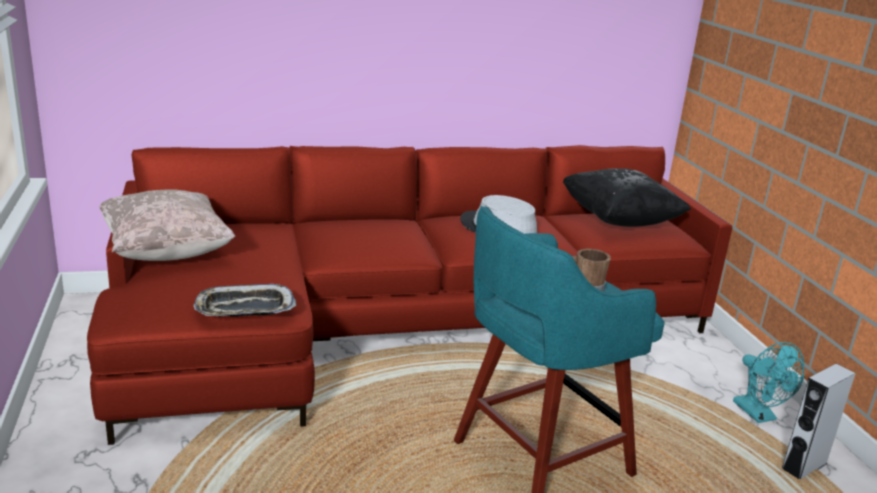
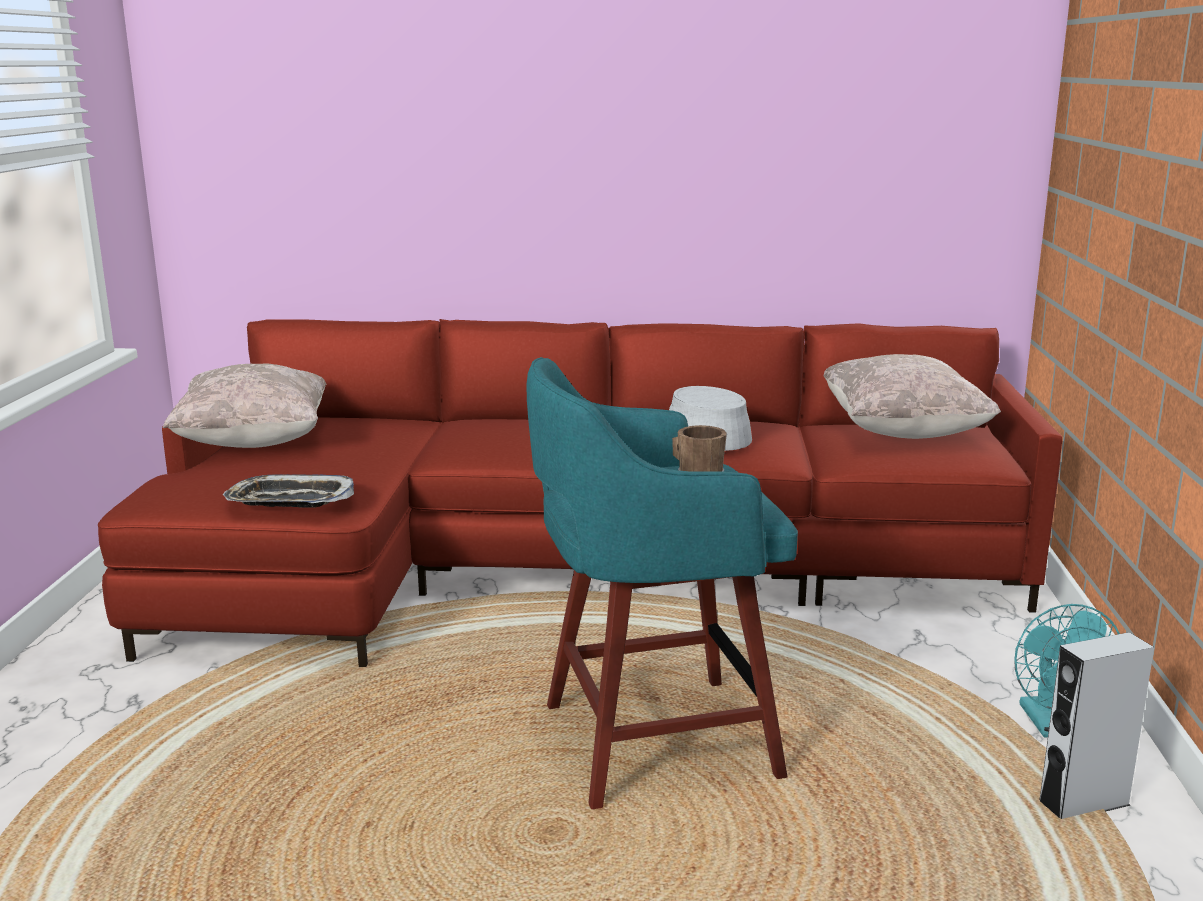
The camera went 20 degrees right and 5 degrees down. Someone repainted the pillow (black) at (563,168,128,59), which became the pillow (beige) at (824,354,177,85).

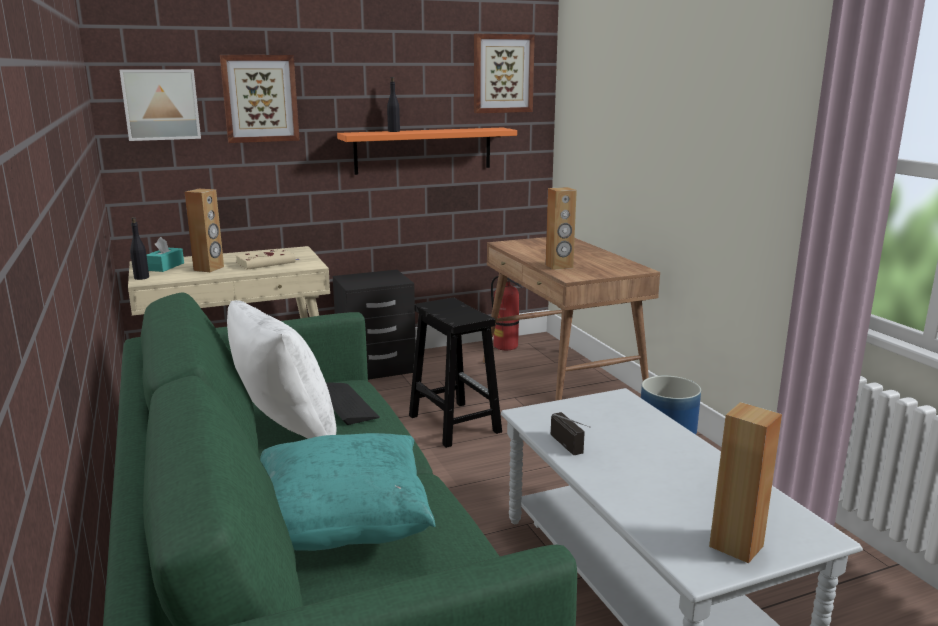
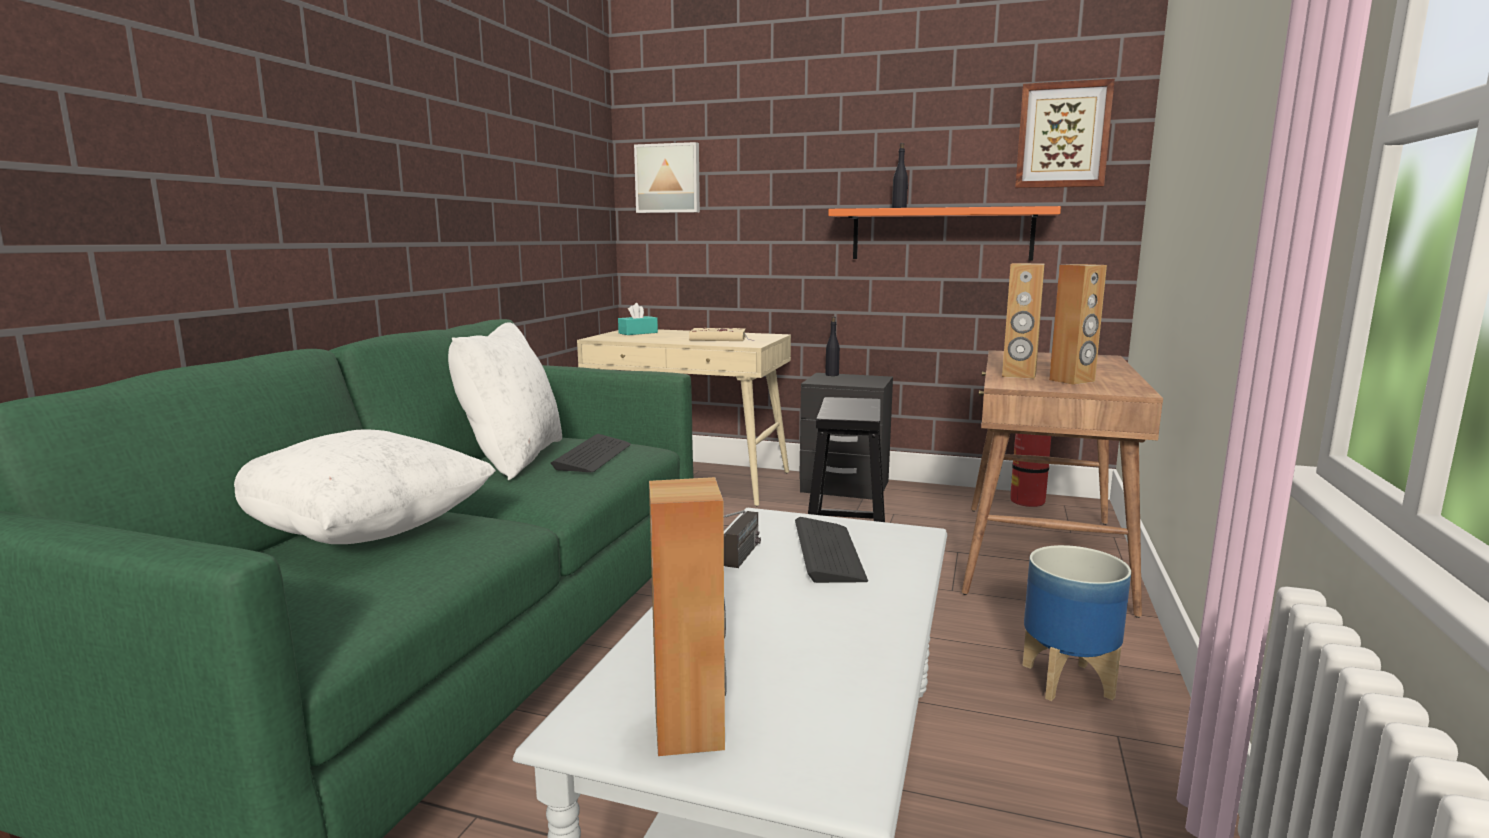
The camera went 40 degrees right and 5 degrees down. Someone repainted the pillow (turquoise) at (260,433,176,118), which became the pillow (white) at (234,429,262,115). Someone put down the keyboard at (795,517,73,66). Someone carried the bottle (black) from (130,217,19,63) to (825,316,15,60). Someone carried the speaker (brown) from (185,189,39,83) to (1049,264,58,121). Someone took away the picture at (220,55,80,88).

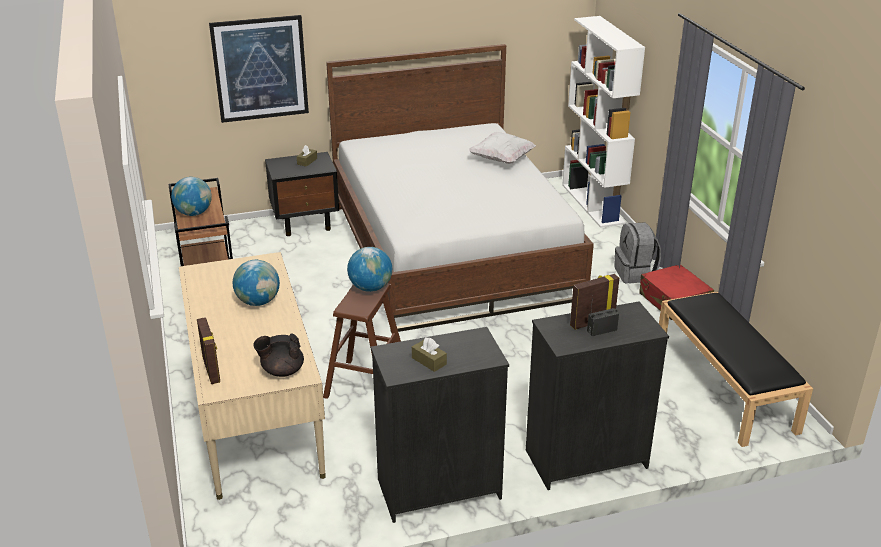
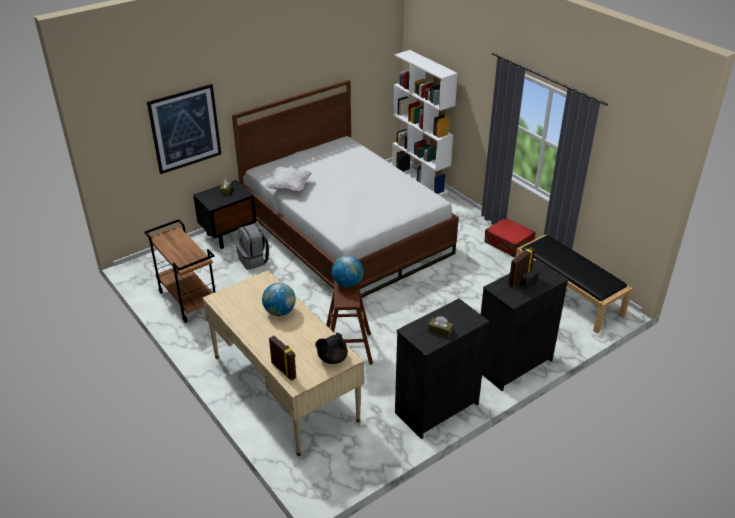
The camera went 20 degrees left and 5 degrees up. Someone carried the backpack (grey) from (614,222,47,62) to (236,224,33,46). Someone carried the pillow (white) from (469,132,67,32) to (265,167,47,25). Someone took away the globe at (171,177,41,39).

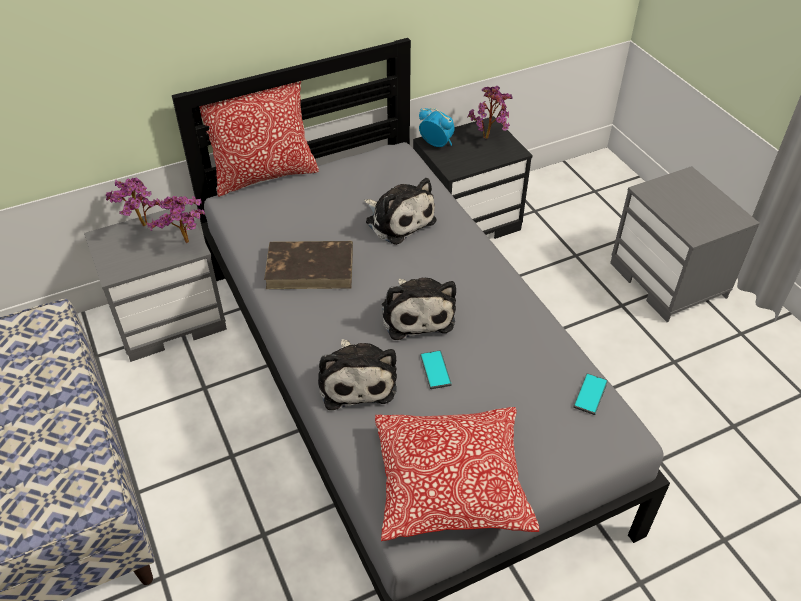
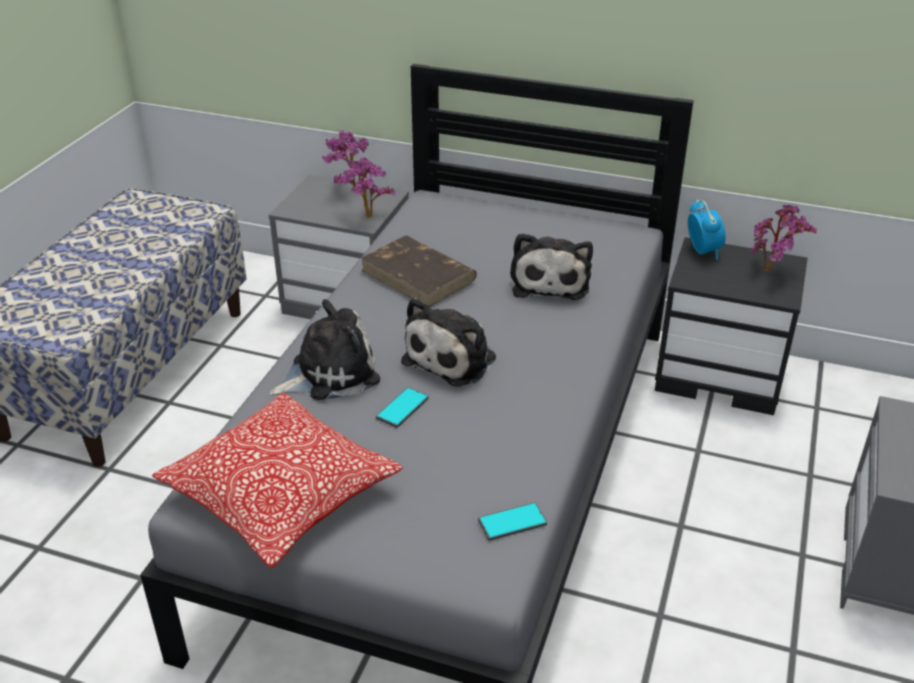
The camera went 45 degrees right and 10 degrees down. Someone rotated the plush toy at (318,339,79,71) by 150 degrees counterclockwise. Someone took away the pillow at (199,81,120,116).

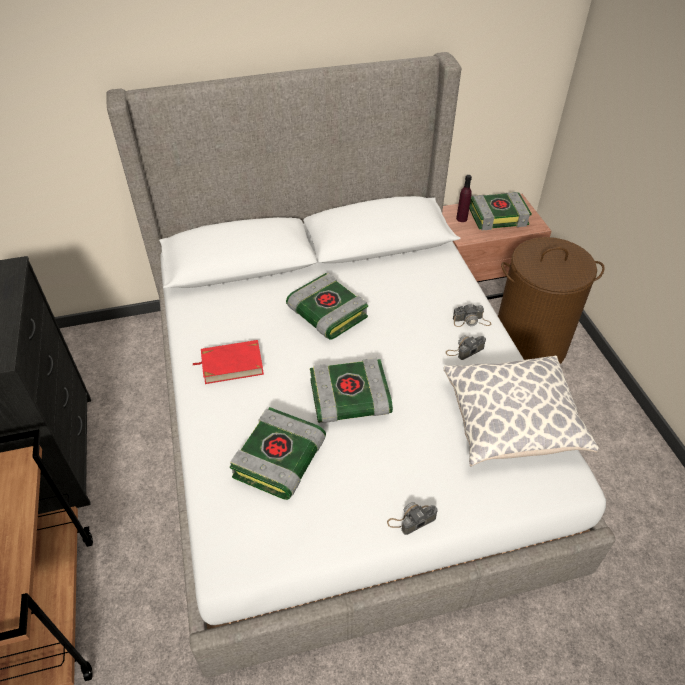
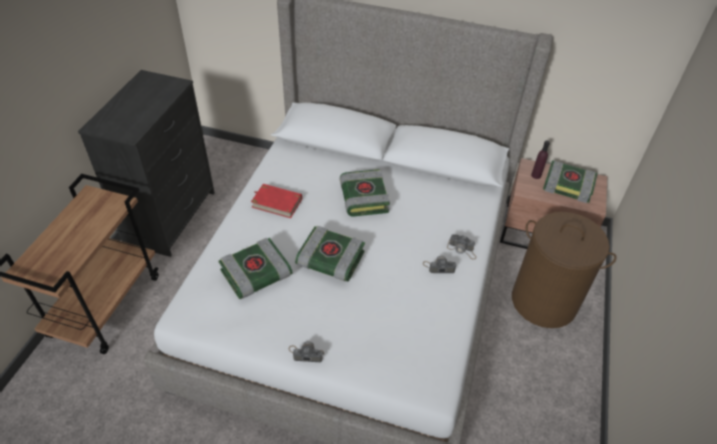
The camera went 30 degrees right and 0 degrees up. Someone took away the pillow at (444,355,155,112).

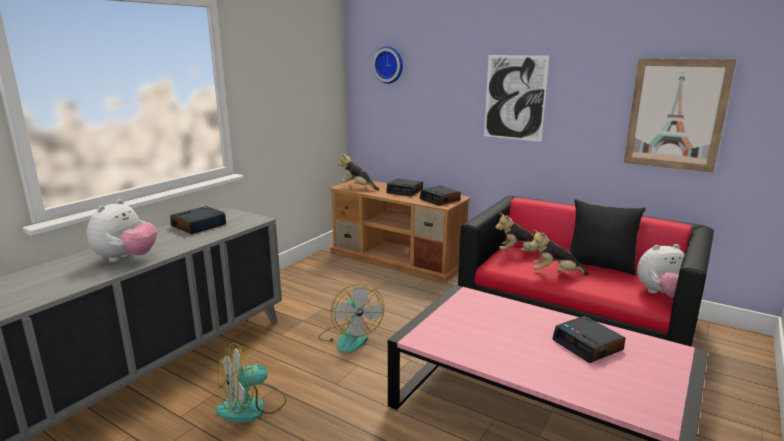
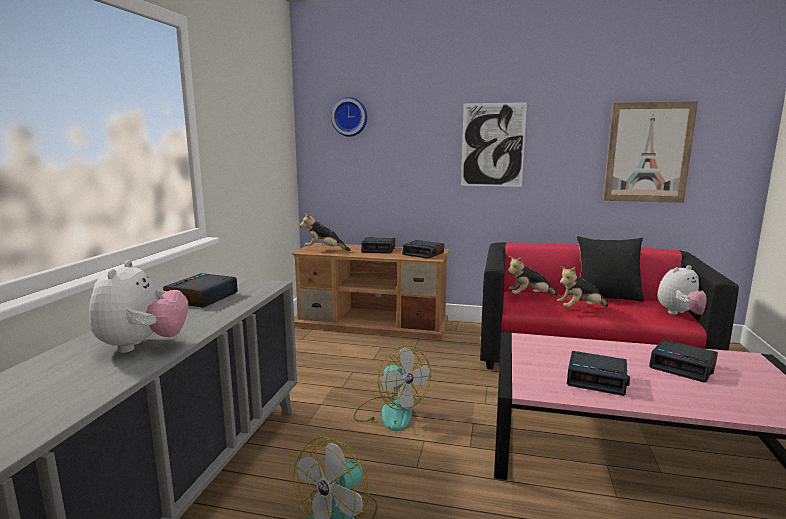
The camera went 20 degrees left and 5 degrees down. Someone put down the alarm clock at (567,351,63,45).

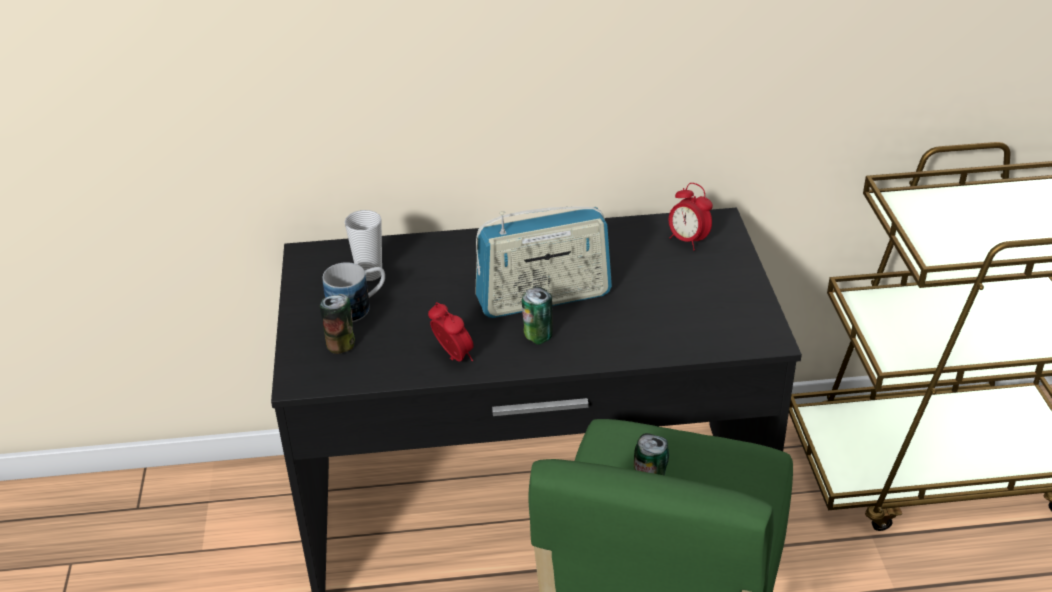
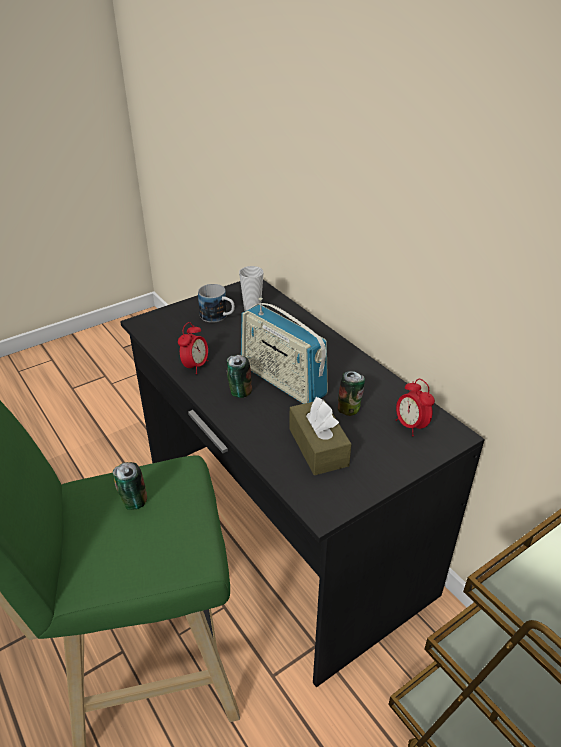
The camera went 60 degrees right and 0 degrees up. Someone put down the tissue box (brown) at (289,397,62,78). Someone carried the can from (320,294,35,60) to (338,371,27,45). Someone rotated the alarm clock at (669,183,44,67) by 45 degrees counterclockwise.

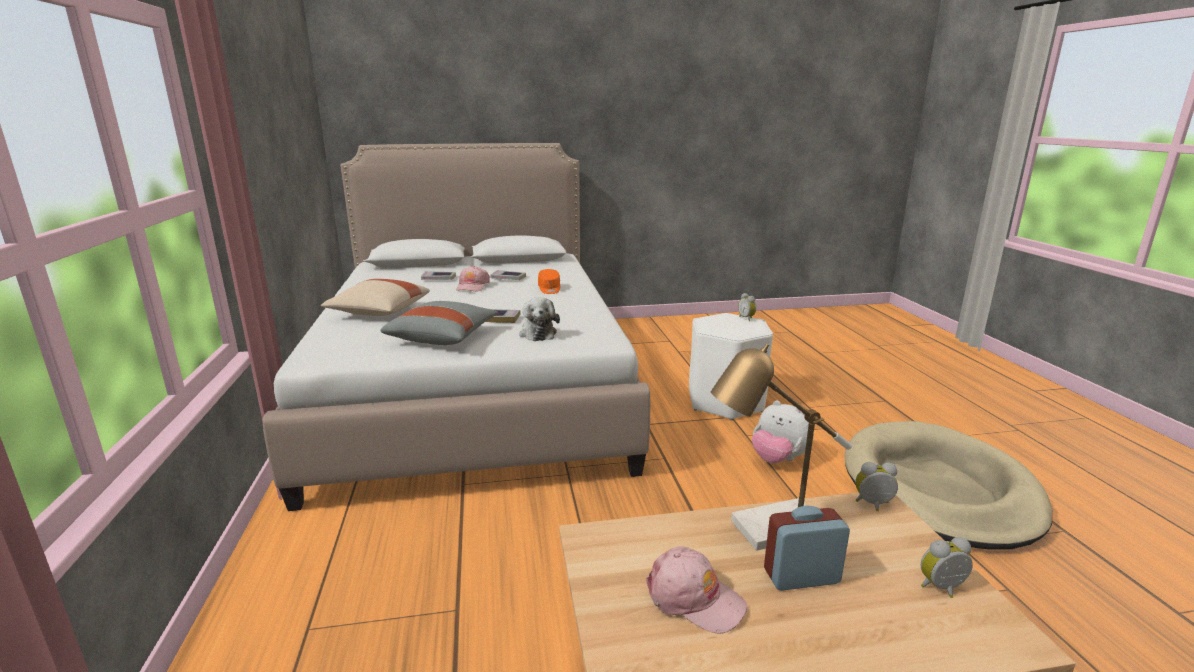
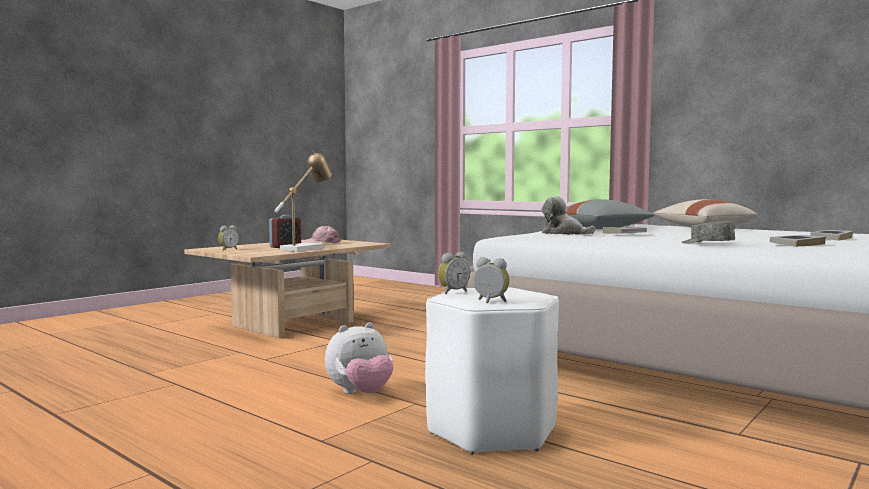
The camera went 140 degrees right and 15 degrees down. Someone rotated the plush toy at (752,400,62,63) by 150 degrees clockwise. Someone carried the alarm clock from (855,462,43,49) to (438,252,32,42). Someone repainted the cap (orange) at (538,269,22,25), which became the cap (grey) at (682,221,53,22). Someone took away the cap (pink) at (456,266,34,25). Someone took away the dog bed (beige) at (845,421,207,129).

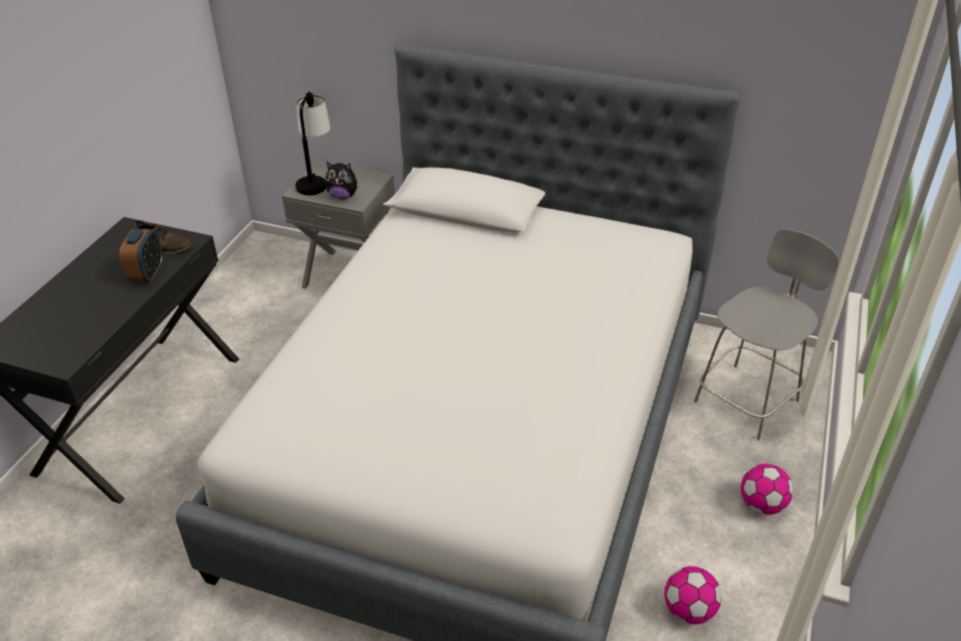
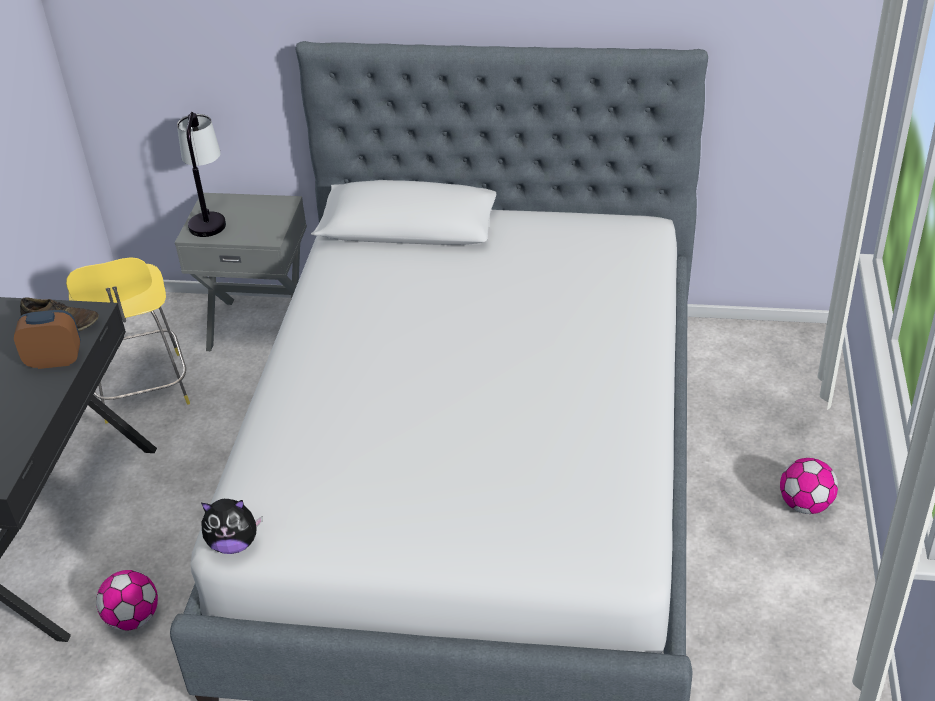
The camera went 10 degrees left and 0 degrees up. Someone rotated the alarm clock at (119,229,44,53) by 90 degrees counterclockwise. Someone put down the stool (yellow) at (66,257,124,167). Someone carried the football from (664,566,58,58) to (96,570,62,61). Someone carried the plush toy from (325,162,37,38) to (201,499,61,55). Someone took away the stool (grey) at (694,229,145,211).

